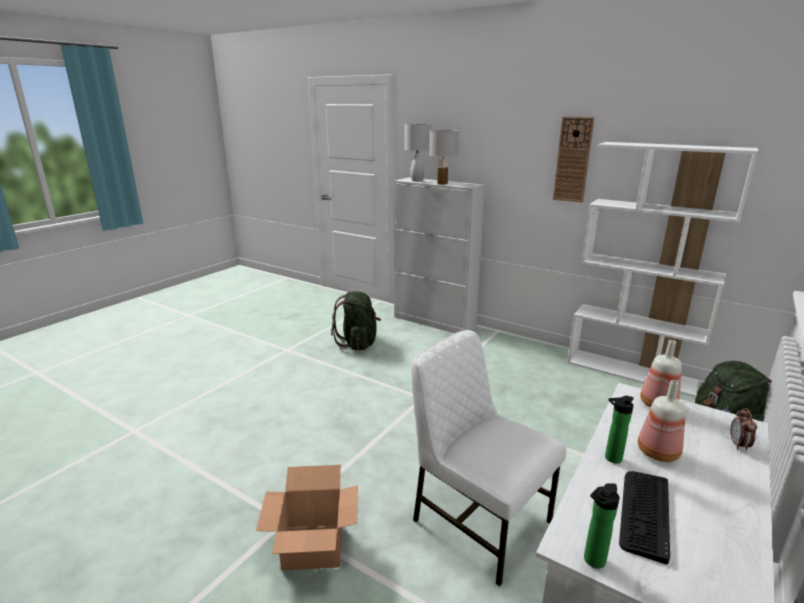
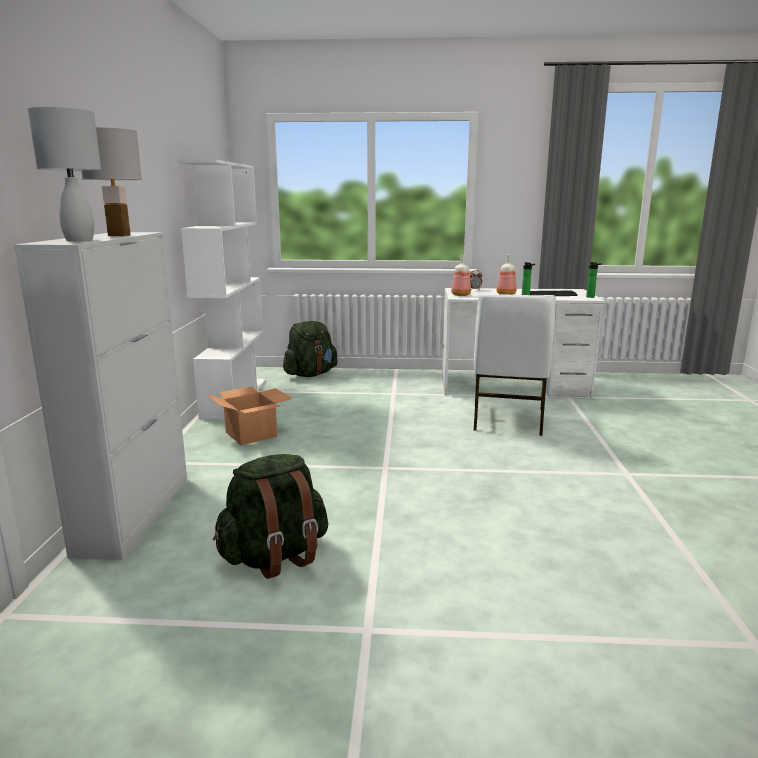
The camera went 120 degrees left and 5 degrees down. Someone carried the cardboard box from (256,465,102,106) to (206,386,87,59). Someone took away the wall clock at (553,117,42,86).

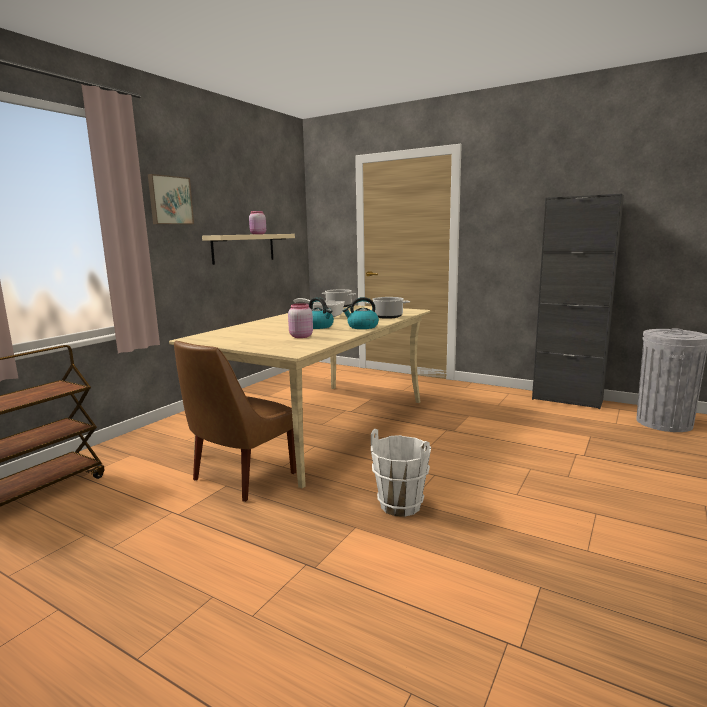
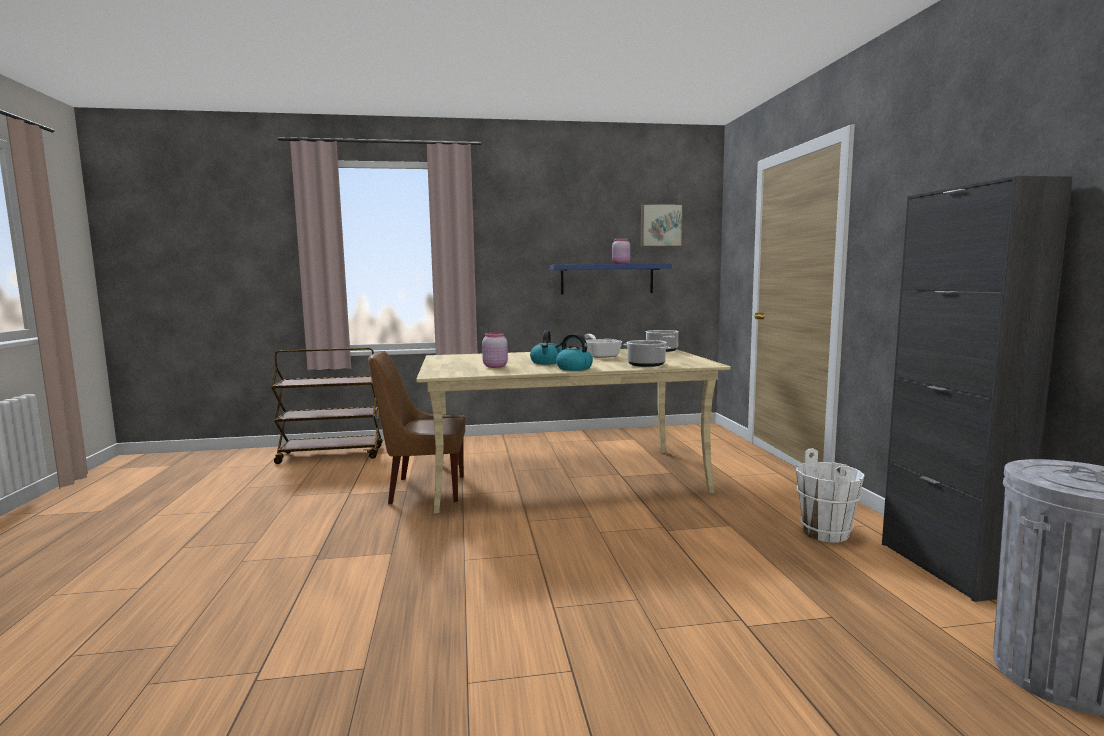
The camera went 50 degrees right and 5 degrees down. Someone repainted the shelf (beige) at (202,234,93,31), which became the shelf (blue) at (550,263,122,32). Someone carried the picture from (148,174,46,50) to (641,203,42,44). Someone carried the bucket (white) from (371,429,60,88) to (796,448,69,95).

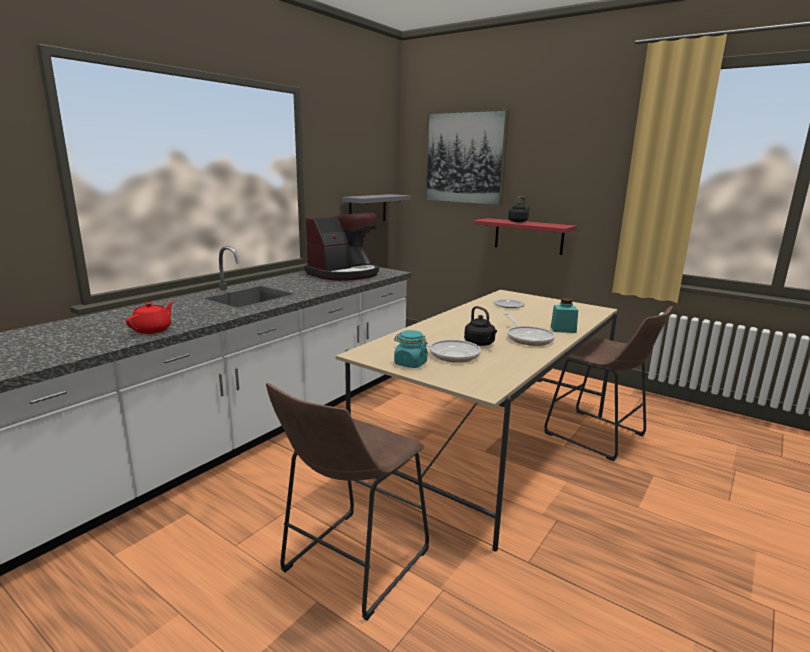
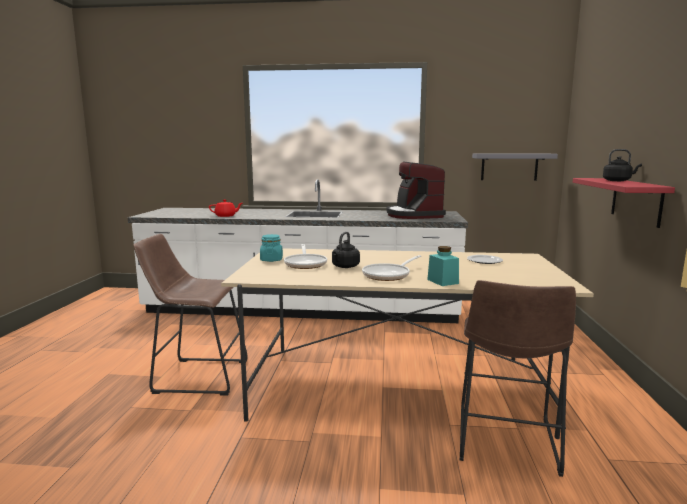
The camera went 60 degrees right and 5 degrees down. Someone rotated the coffee machine at (304,213,75,68) by 60 degrees clockwise. Someone took away the picture at (425,109,84,98).

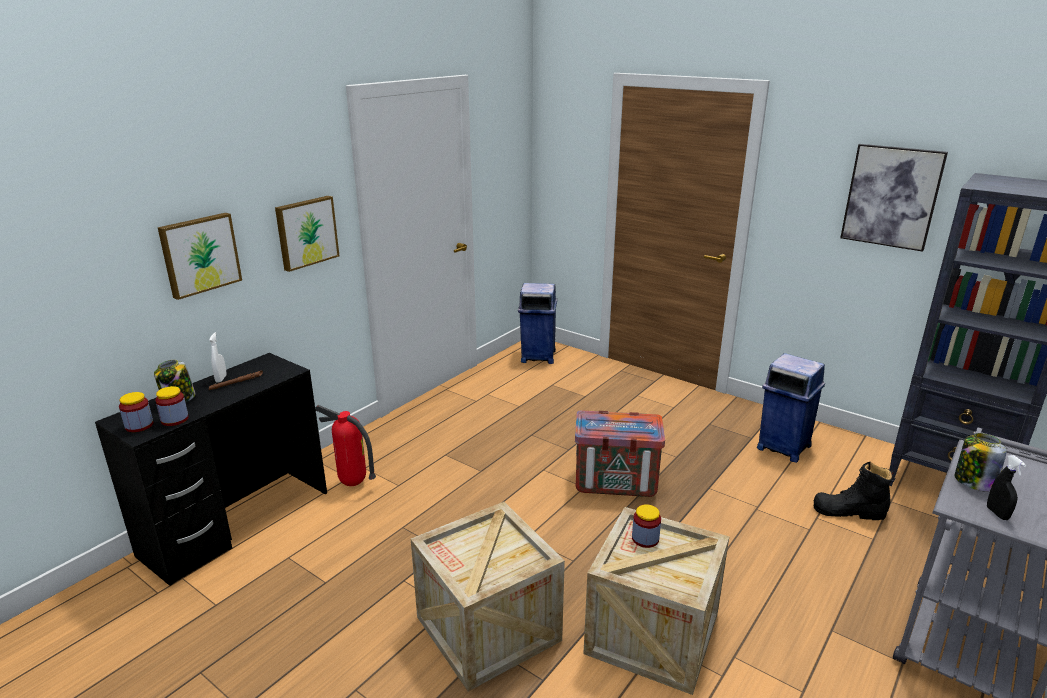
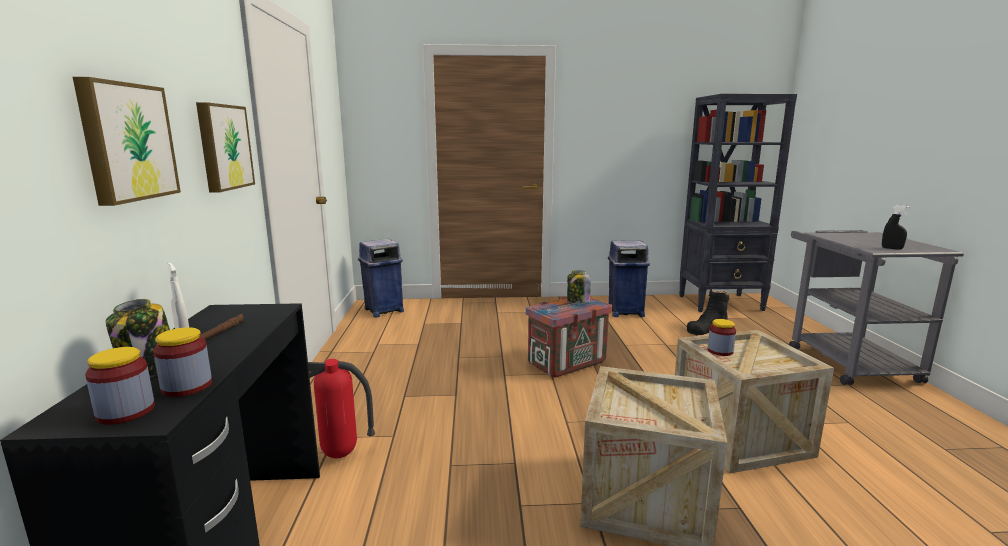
The camera went 40 degrees left and 10 degrees down. Someone carried the jar from (954,433,53,59) to (567,270,24,33). Someone took away the picture at (840,144,108,108).

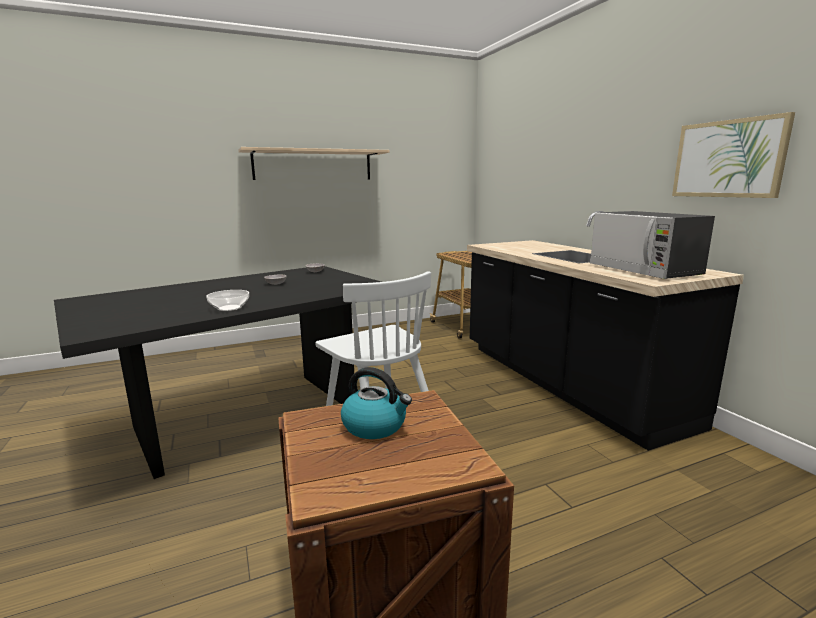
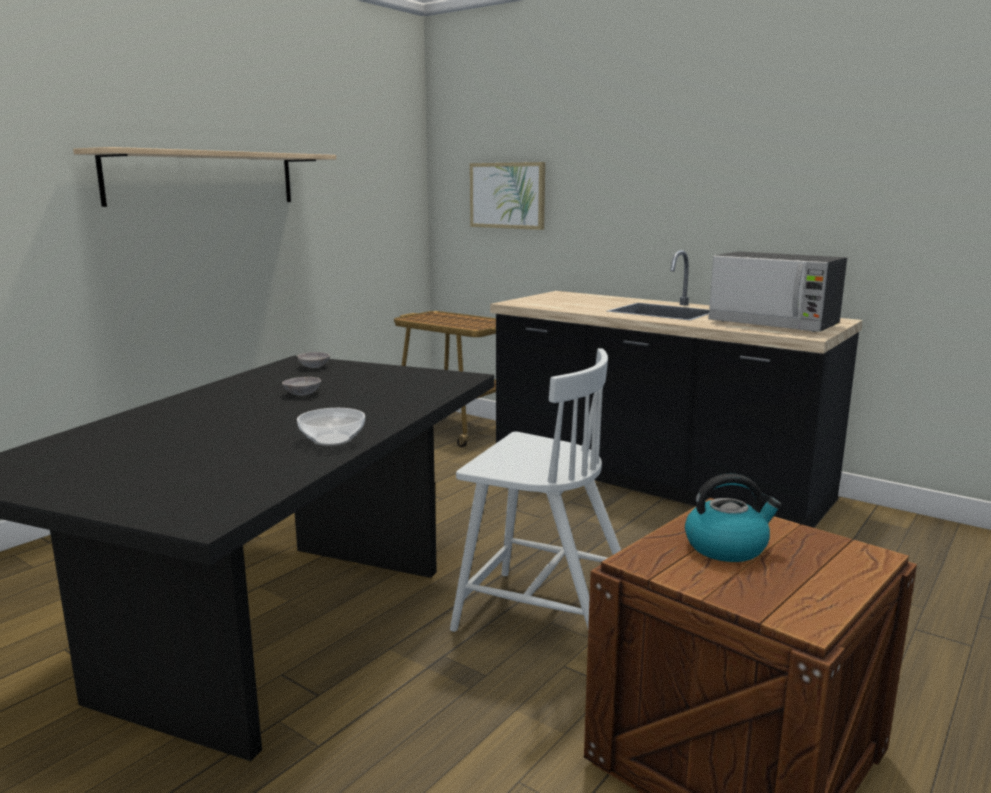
The camera went 30 degrees left and 0 degrees up. Someone carried the picture from (672,112,123,86) to (470,162,75,68).

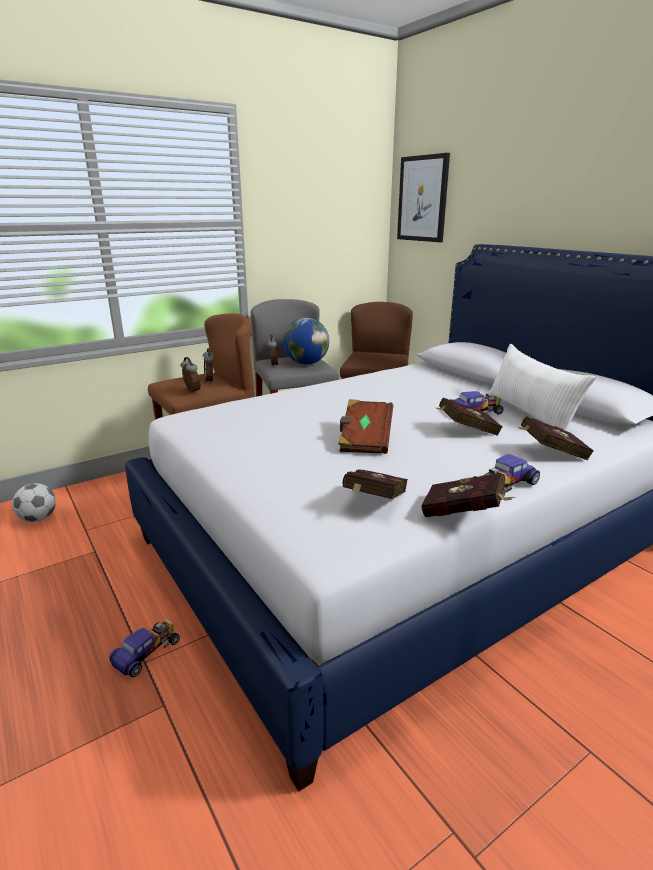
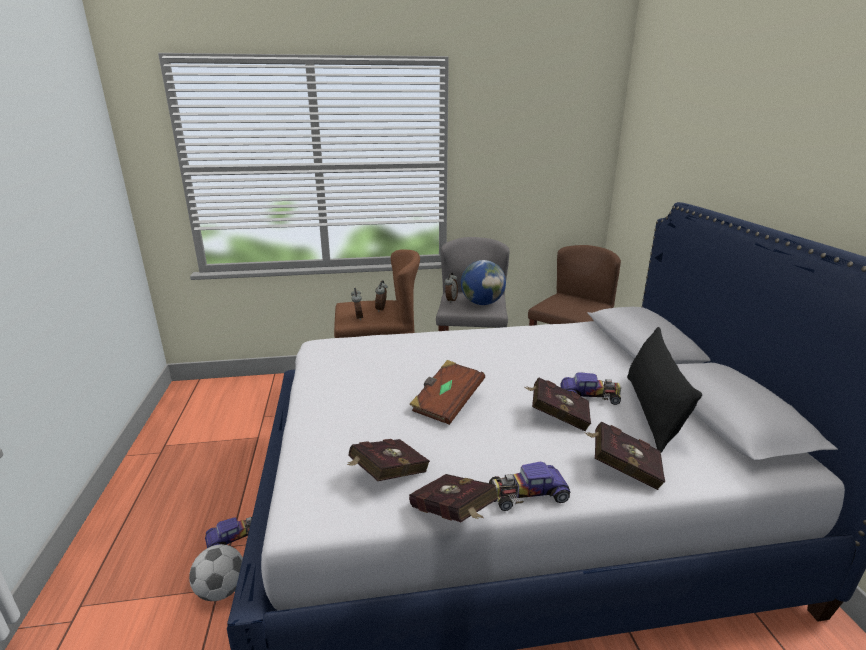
The camera went 25 degrees right and 0 degrees up. Someone carried the football from (12,483,44,39) to (189,544,54,57). Someone repainted the pillow (white) at (488,344,108,87), which became the pillow (black) at (627,327,75,126). Someone took away the picture at (397,153,53,89).

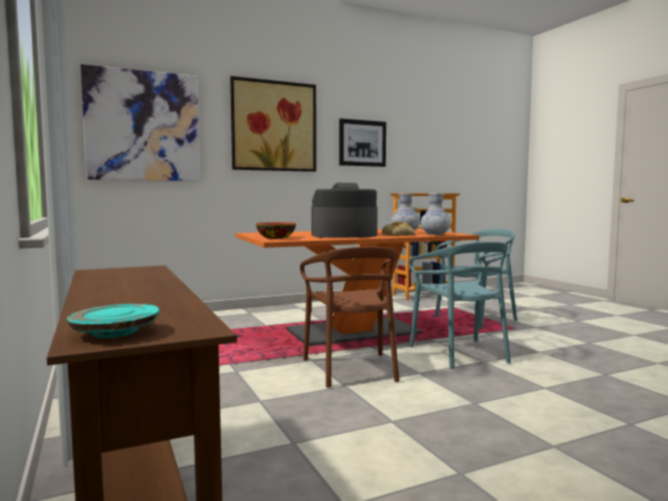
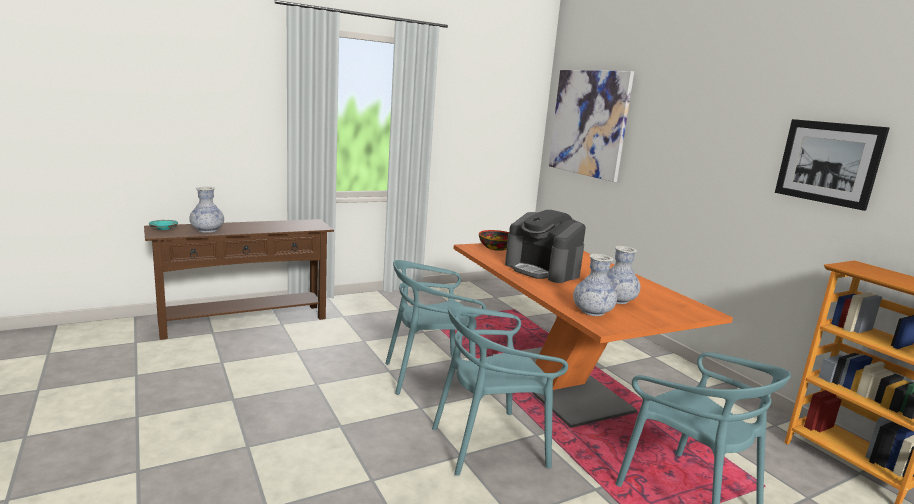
The camera went 85 degrees right and 10 degrees up. Someone put down the vase at (189,187,35,46). Someone repainted the chair (brown) at (300,247,99,141), which became the chair (turquoise) at (385,260,101,135). Someone rotated the coffee machine at (311,183,67,55) by 150 degrees clockwise. Someone took away the picture at (230,76,86,96). Someone took away the bread at (382,221,34,15).

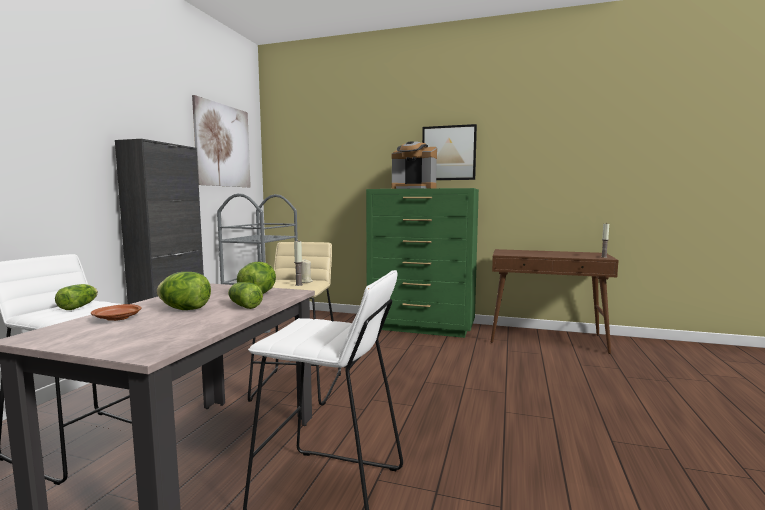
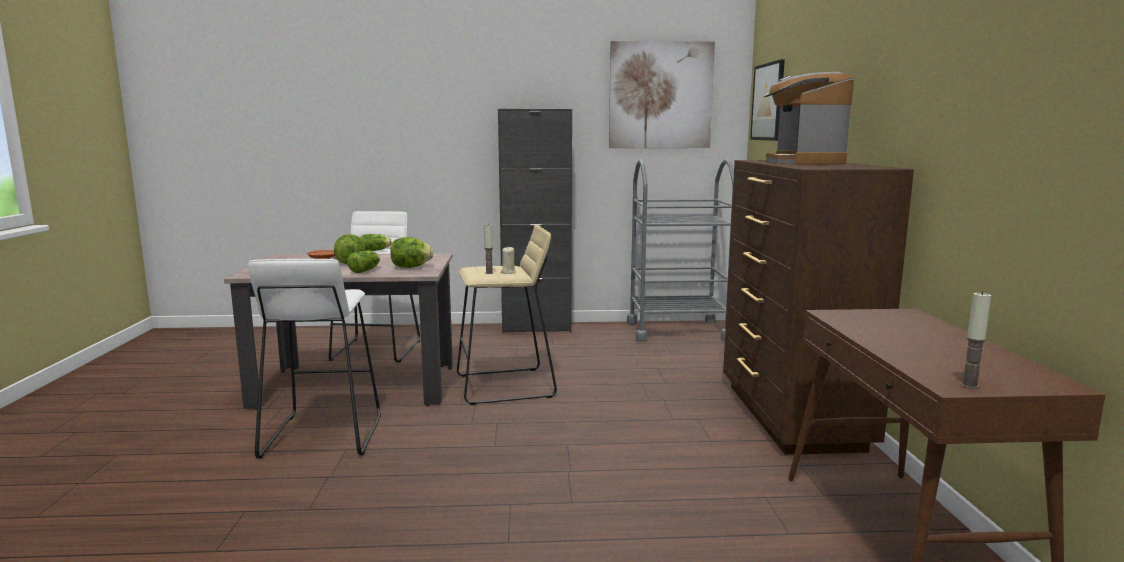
The camera went 70 degrees right and 5 degrees up. Someone repainted the dresser (green) at (366,188,113,150), which became the dresser (brown) at (723,160,191,295). Someone carried the picture from (422,124,55,56) to (750,59,35,82).

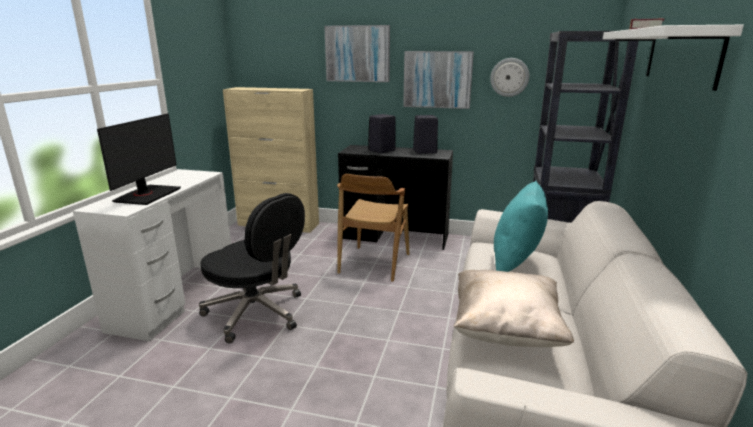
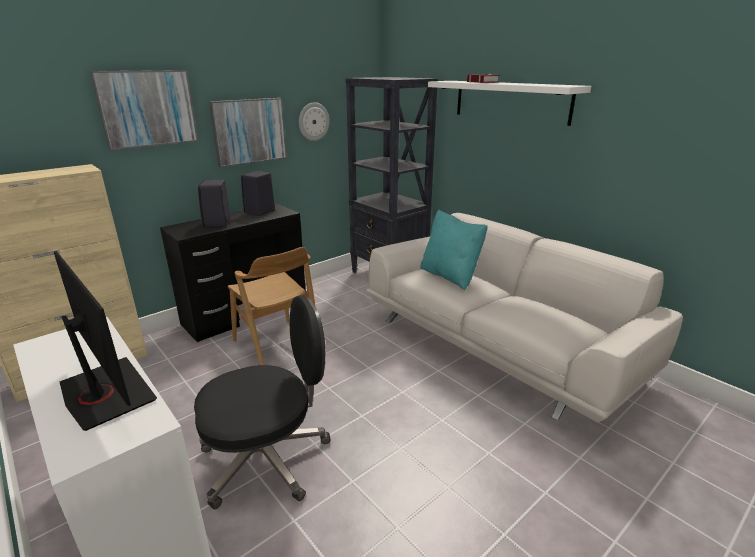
The camera went 55 degrees left and 5 degrees up. Someone took away the pillow (beige) at (453,270,121,77).

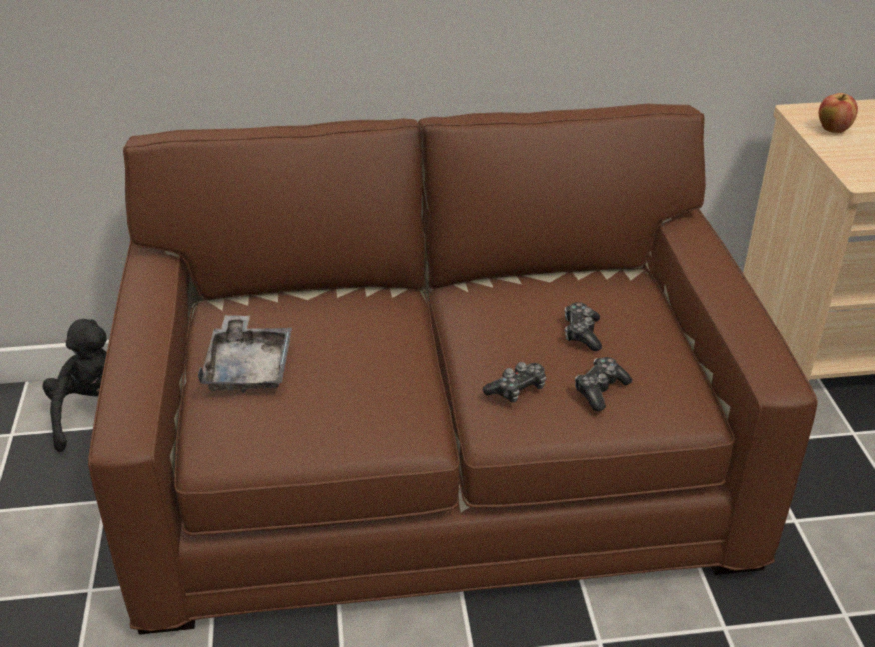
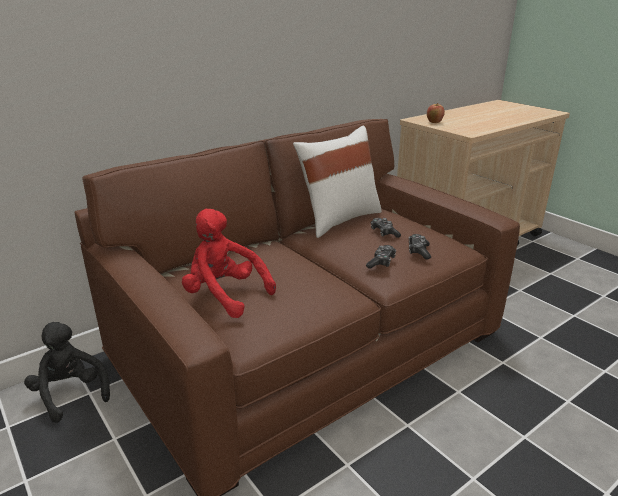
The camera went 30 degrees left and 10 degrees down. Someone swapped the tray (grey) at (198,315,94,78) for the plush toy (red) at (182,209,94,109). Someone put down the pillow (white) at (293,125,89,113).

